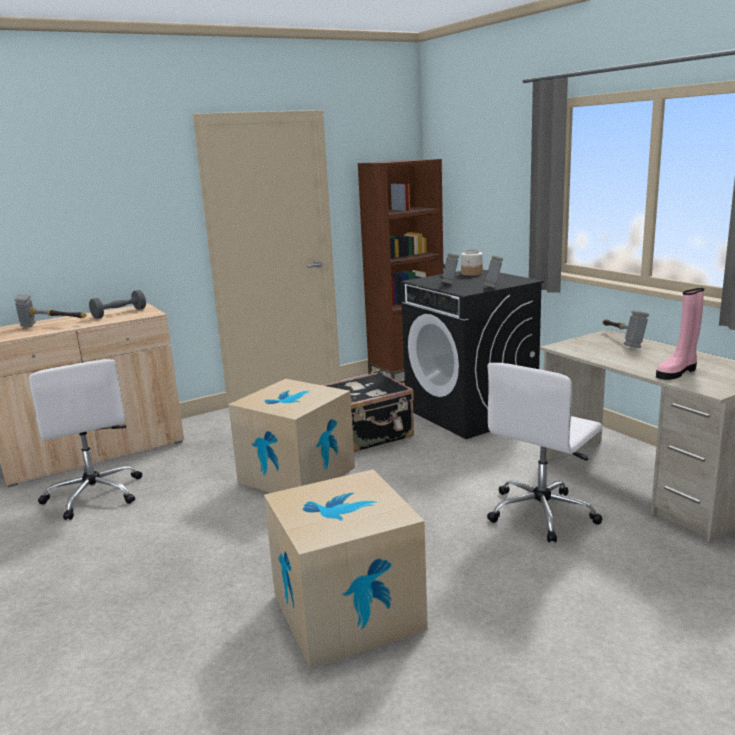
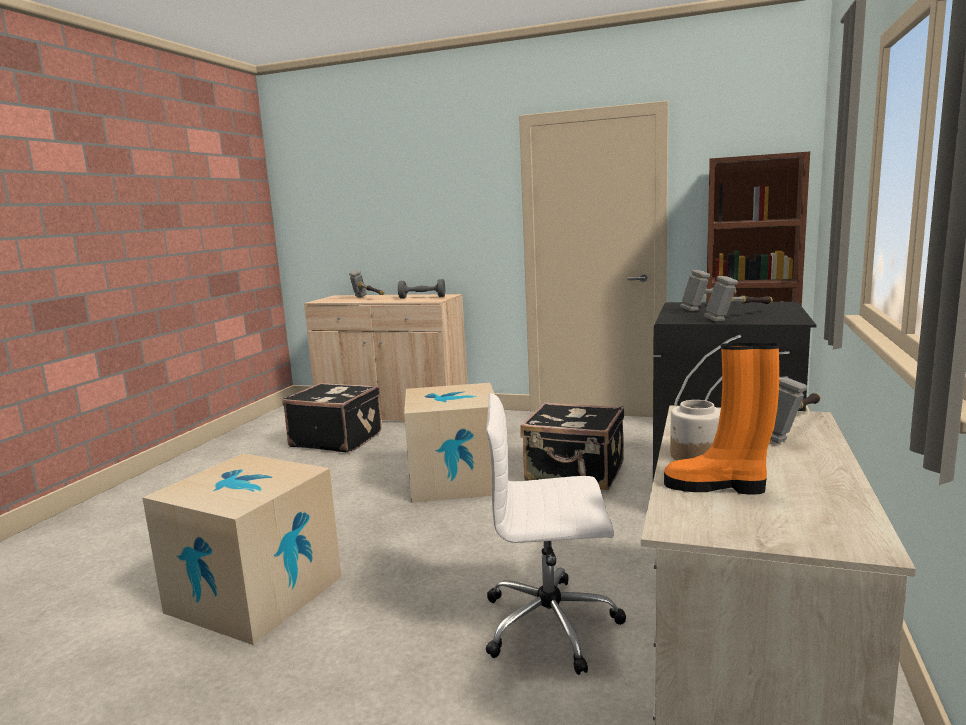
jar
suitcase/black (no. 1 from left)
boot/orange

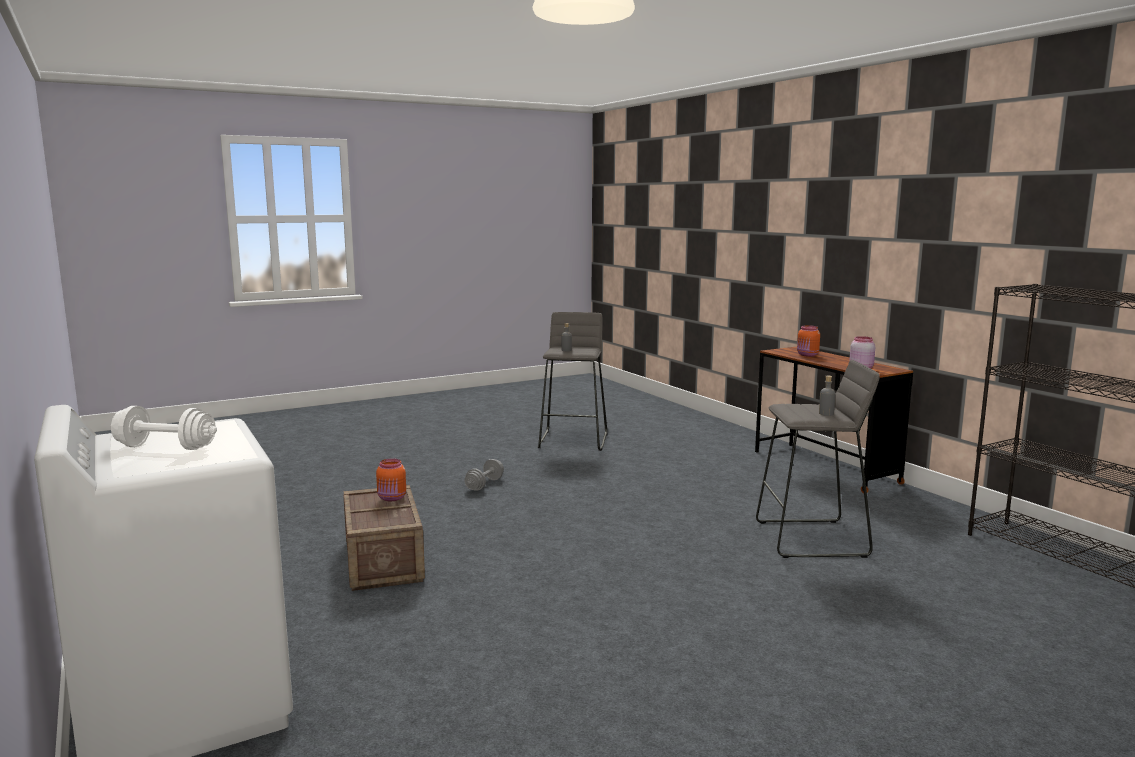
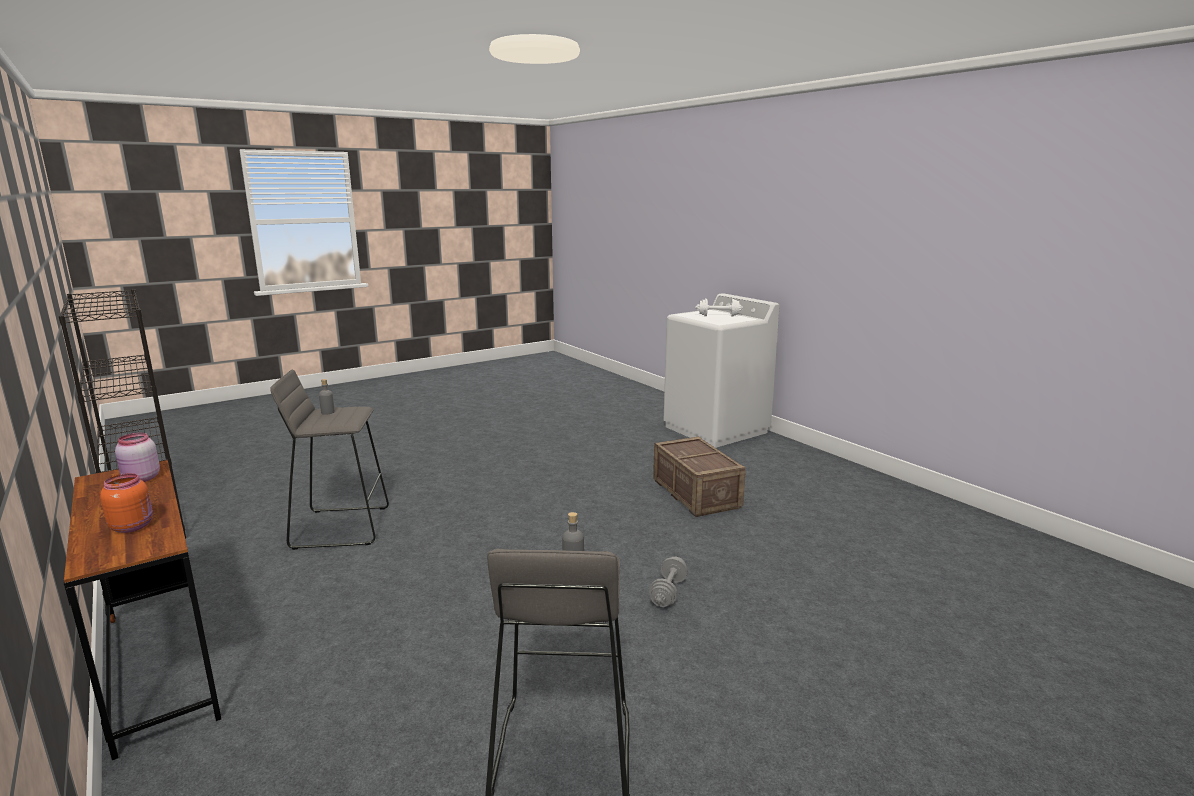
jar/orange (no. 1 from left in the first image)

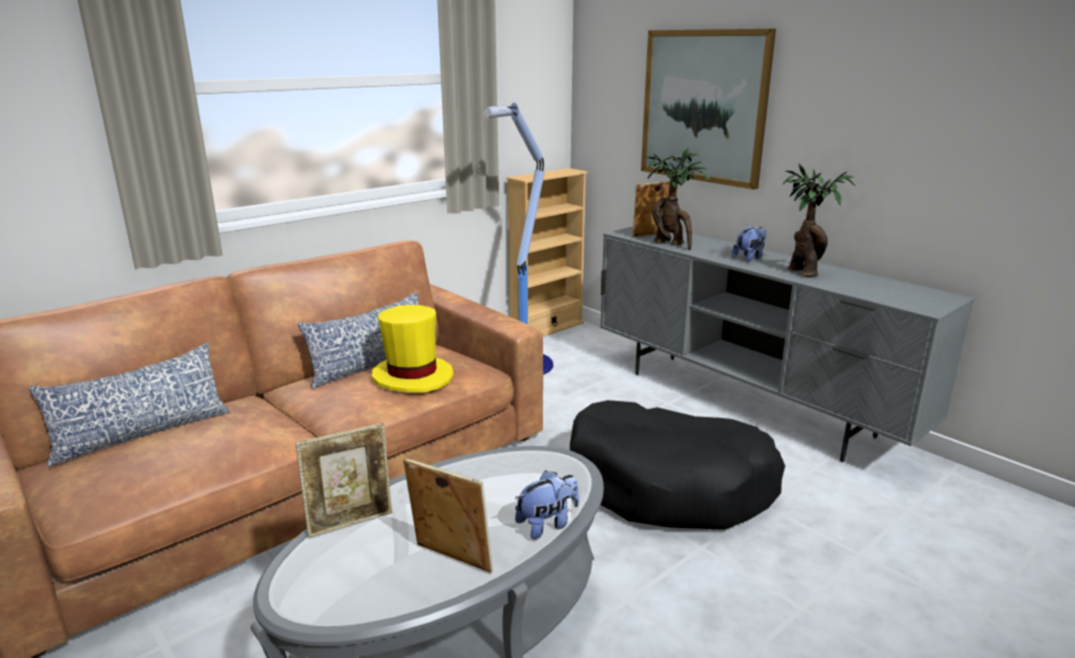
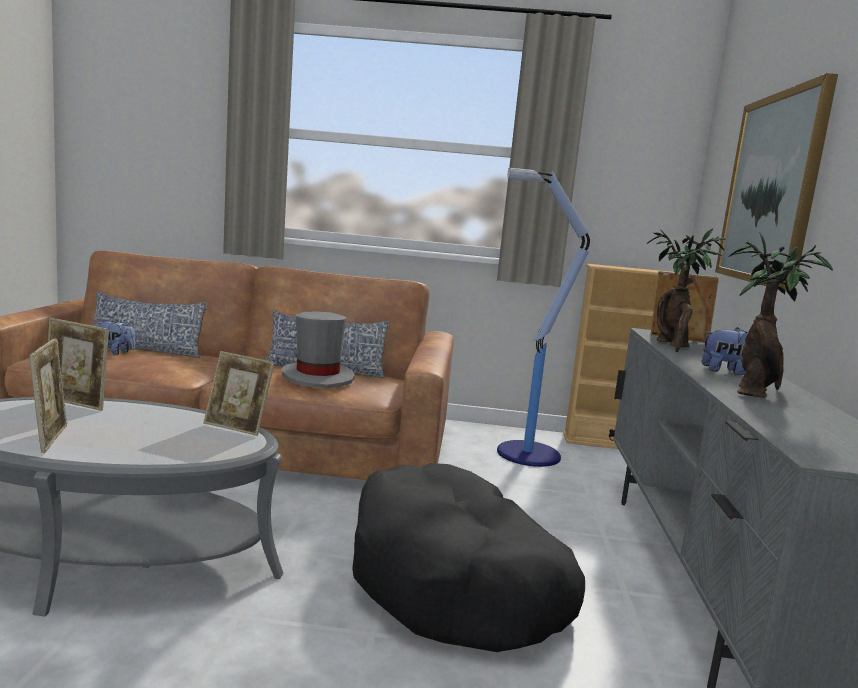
picture frame (no. 3 from left)
plush toy (no. 1 from left)
hat/grey

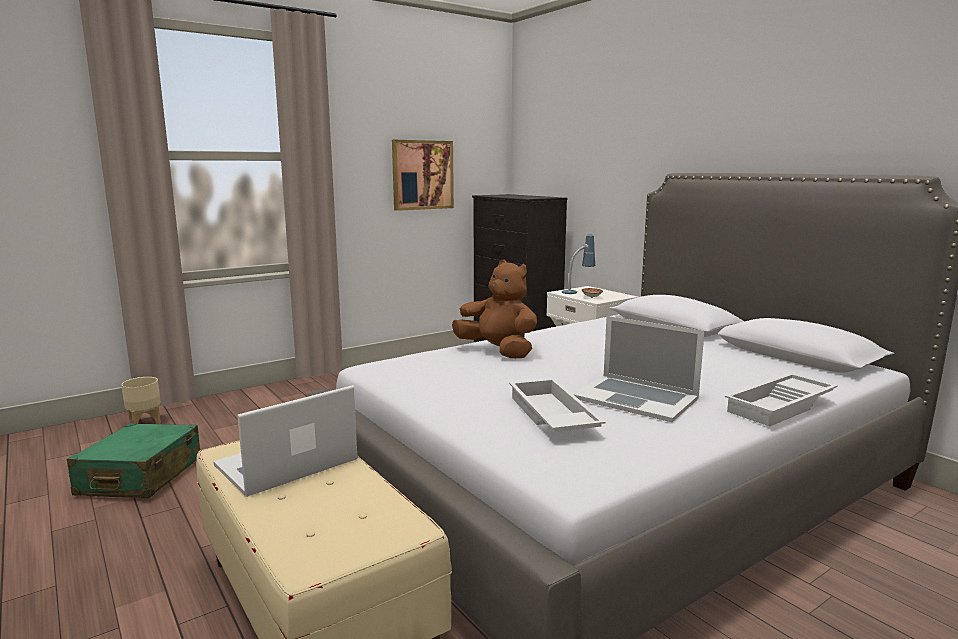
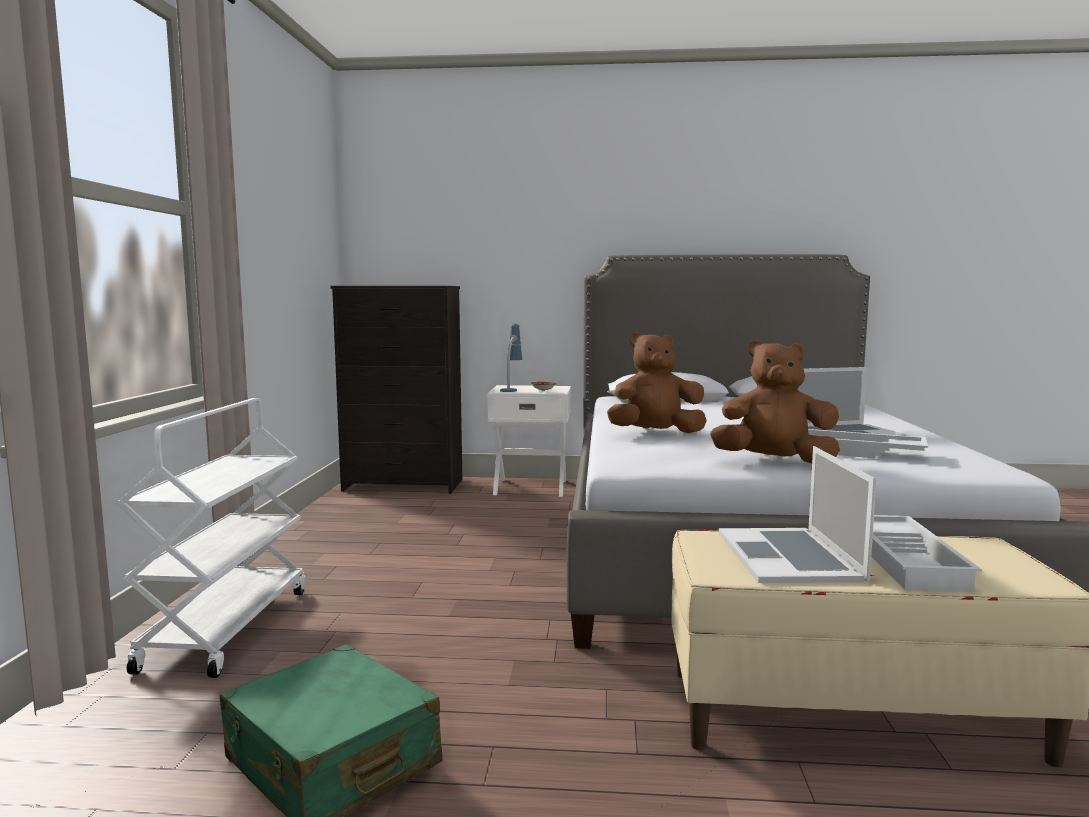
planter/beige
picture
cart/white
plush toy/brown (no. 2 from left)
tray/white (no. 2 from left)

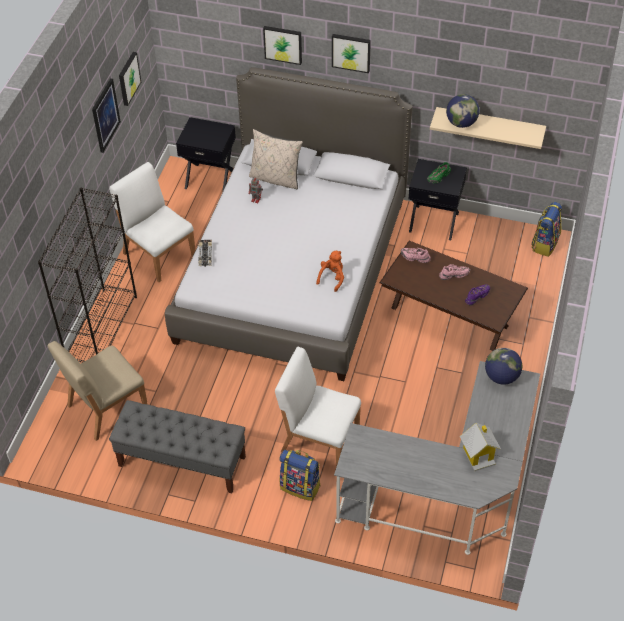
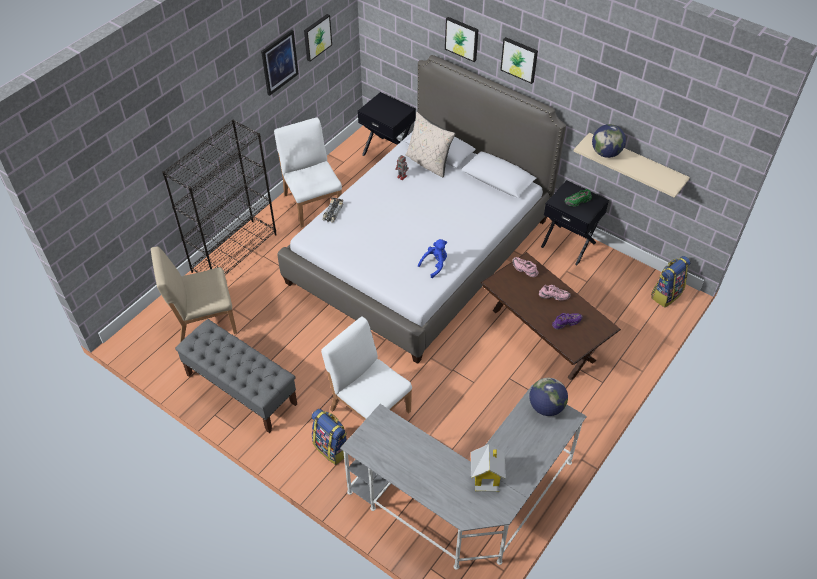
plush toy/blue

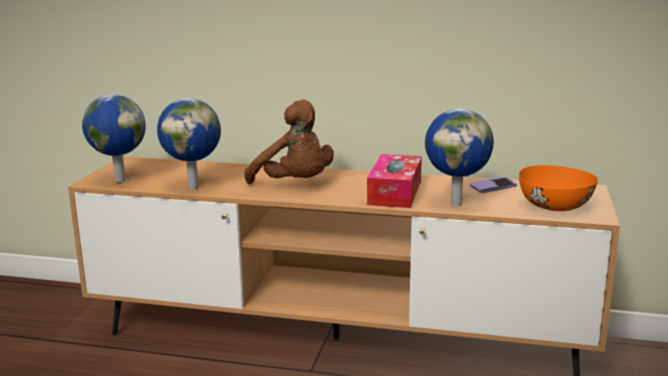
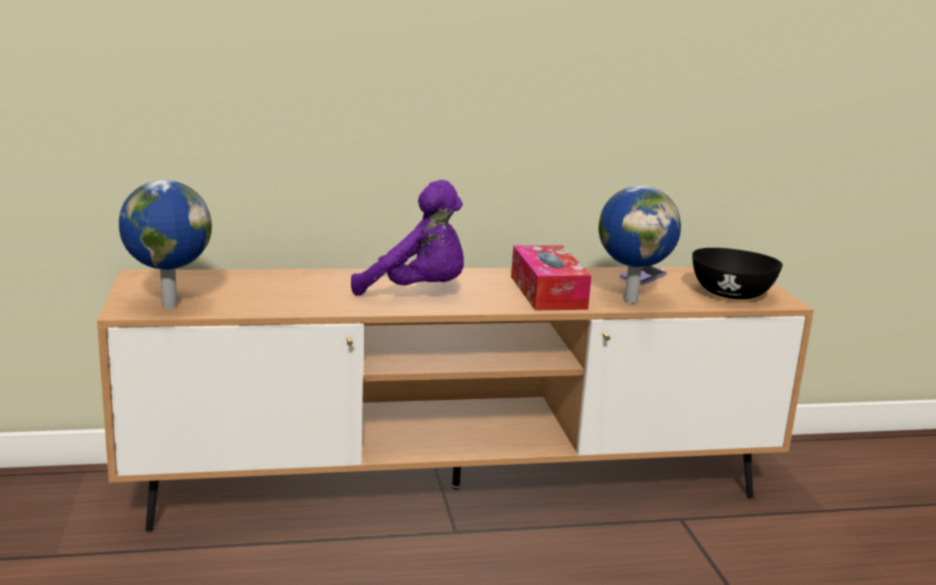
globe (no. 2 from left in the first image)
plush toy/purple
bowl/black

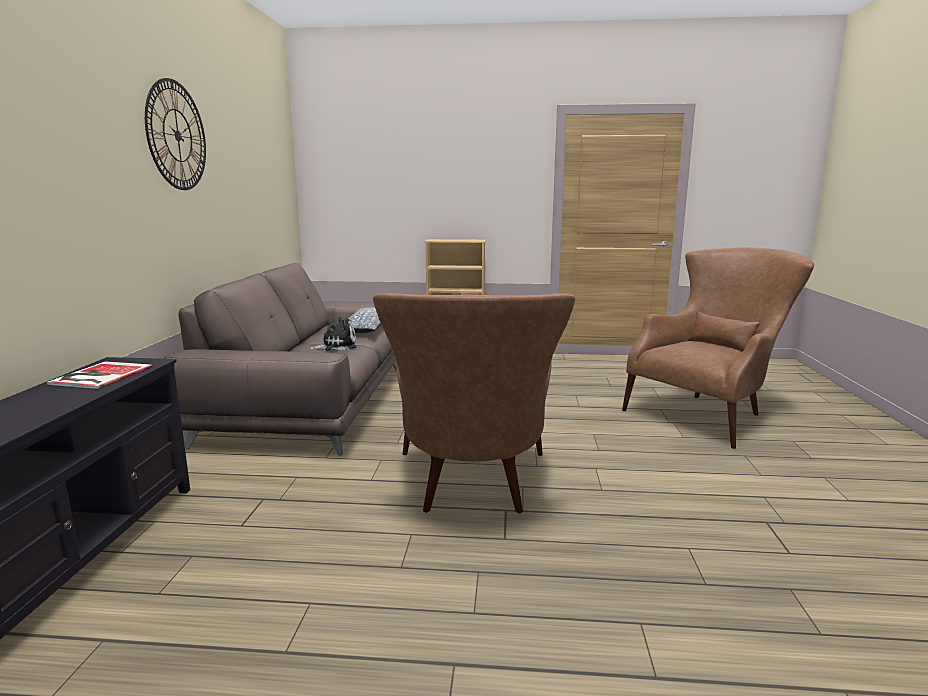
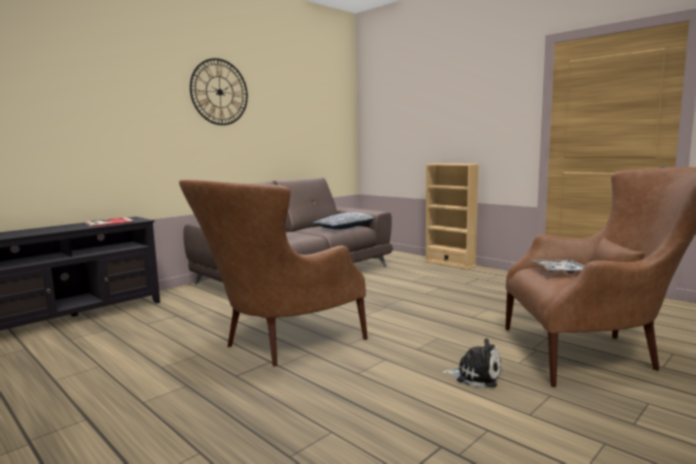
tray
plush toy

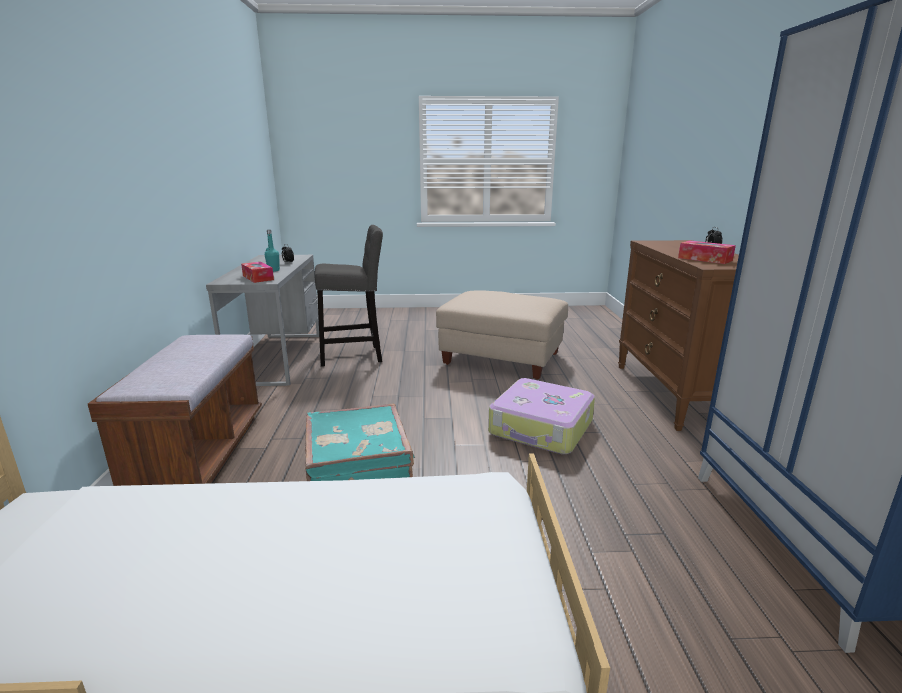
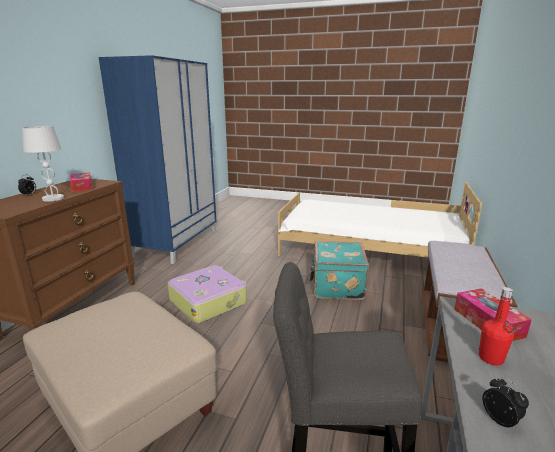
table lamp/white
bottle/red

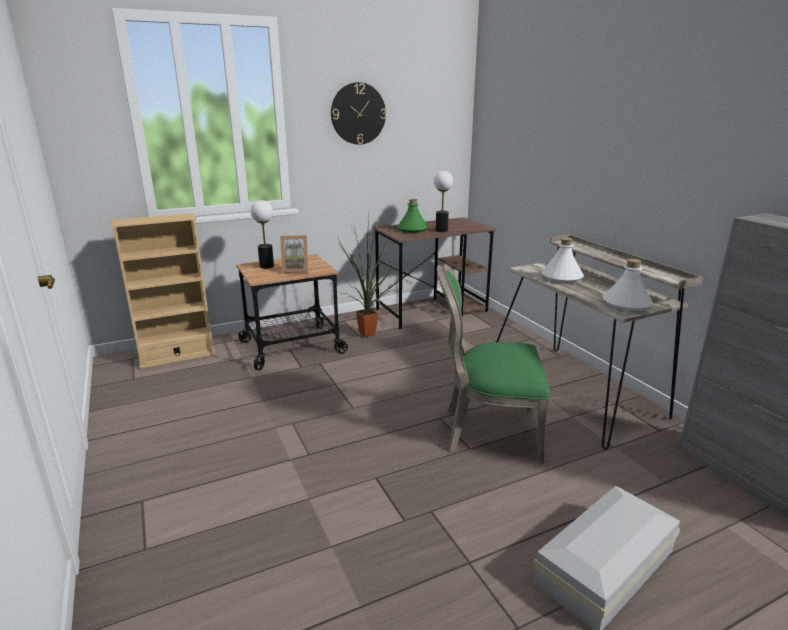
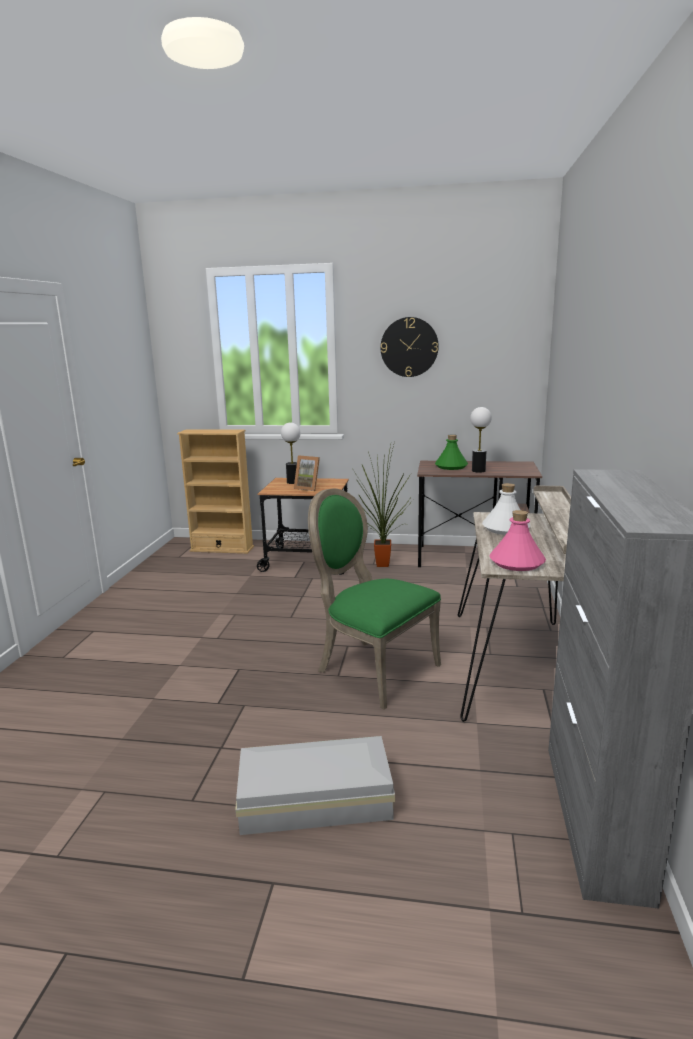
bottle/pink

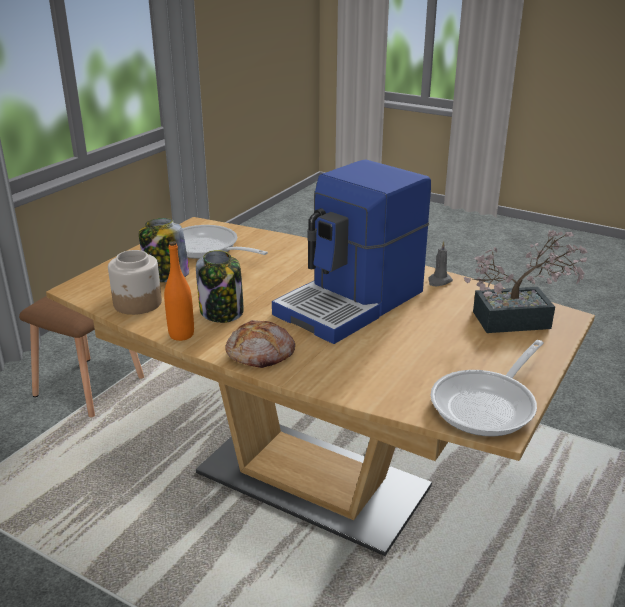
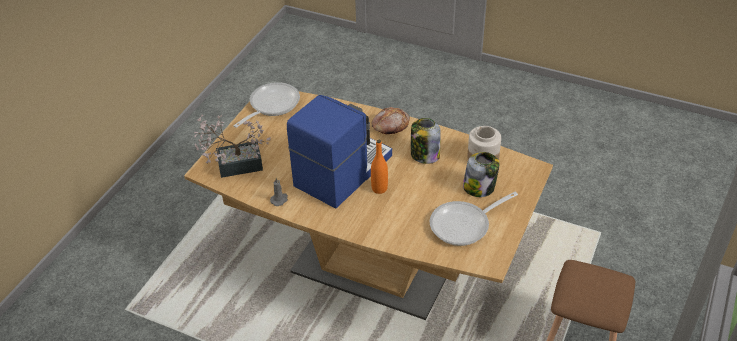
bottle/orange
frying pan (no. 2 from left)

